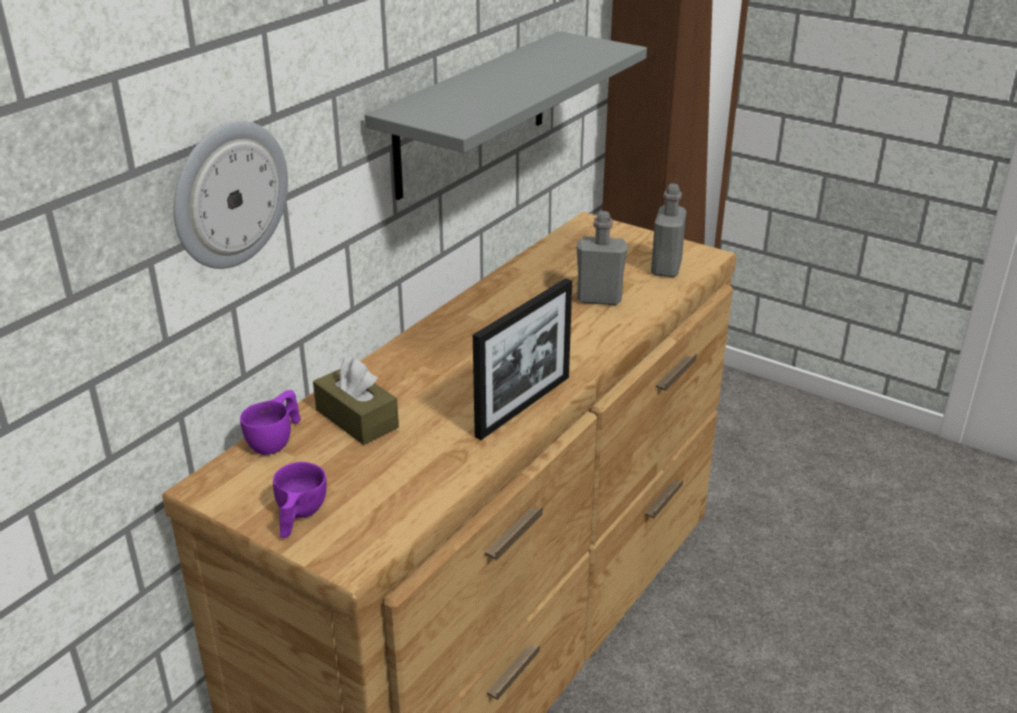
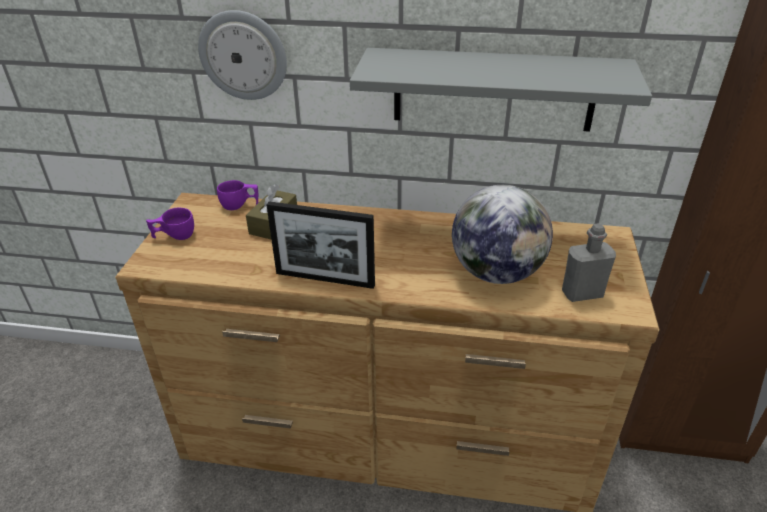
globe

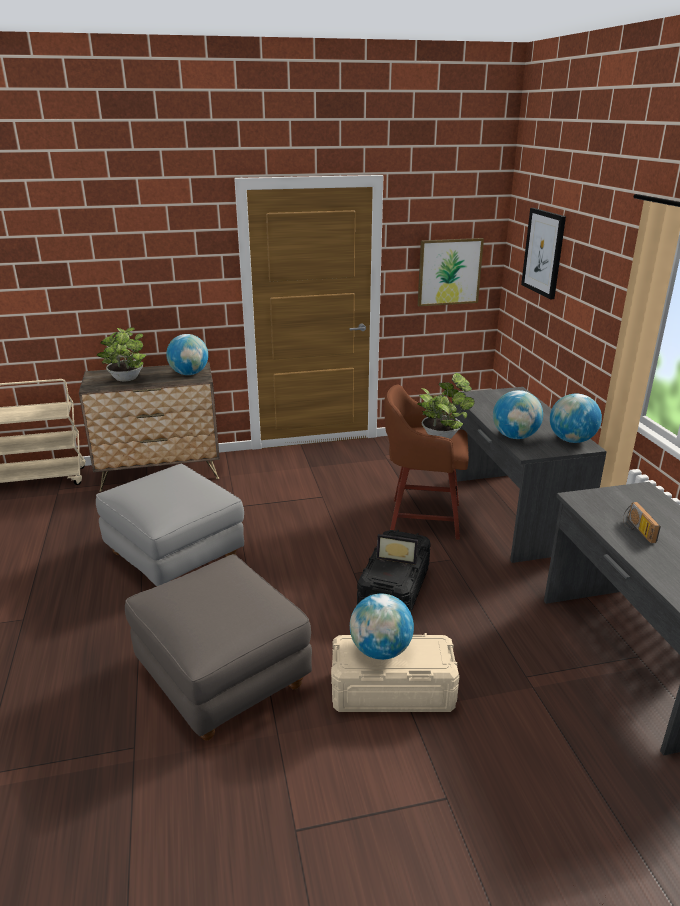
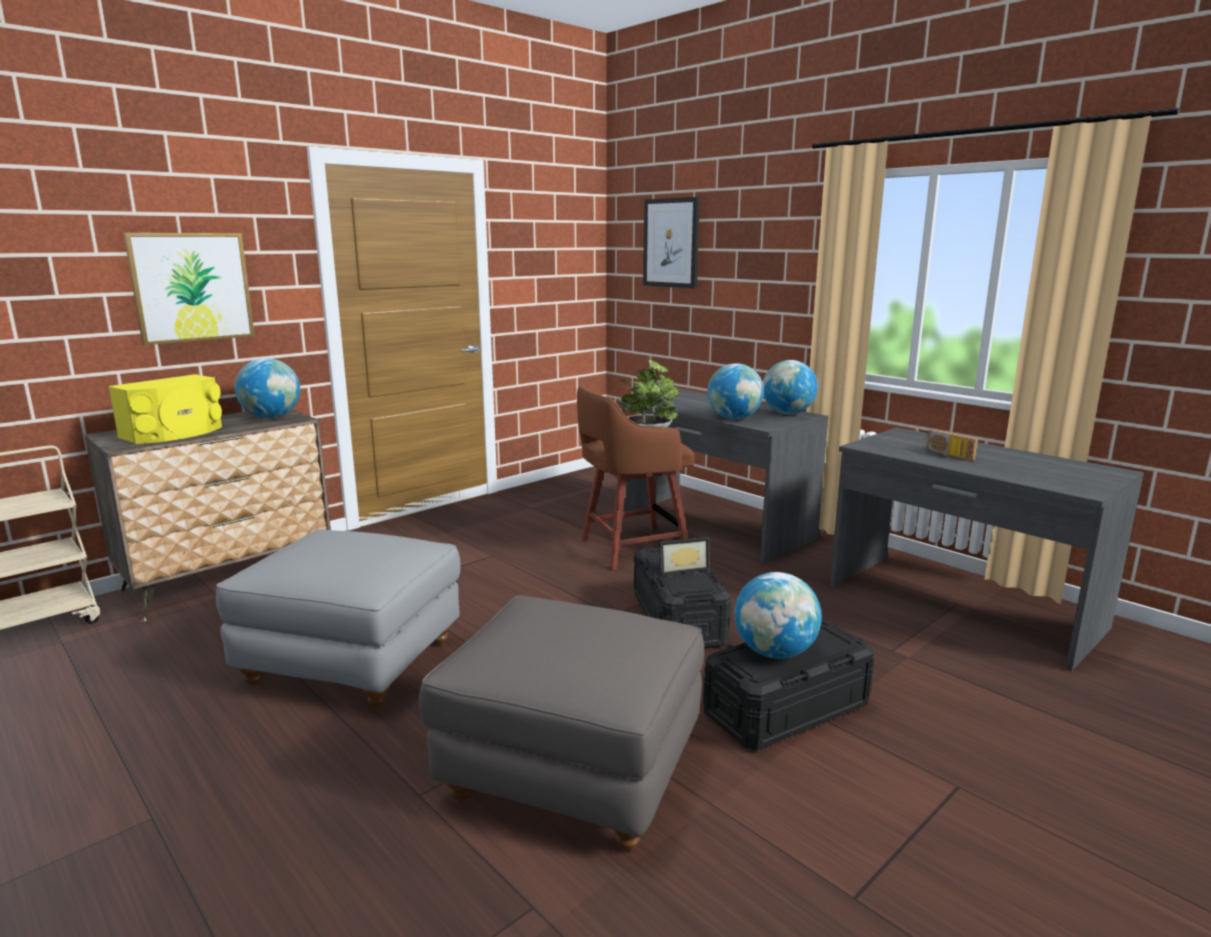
picture (no. 1 from left)
speaker/yellow
storage box/black (no. 2 from left)

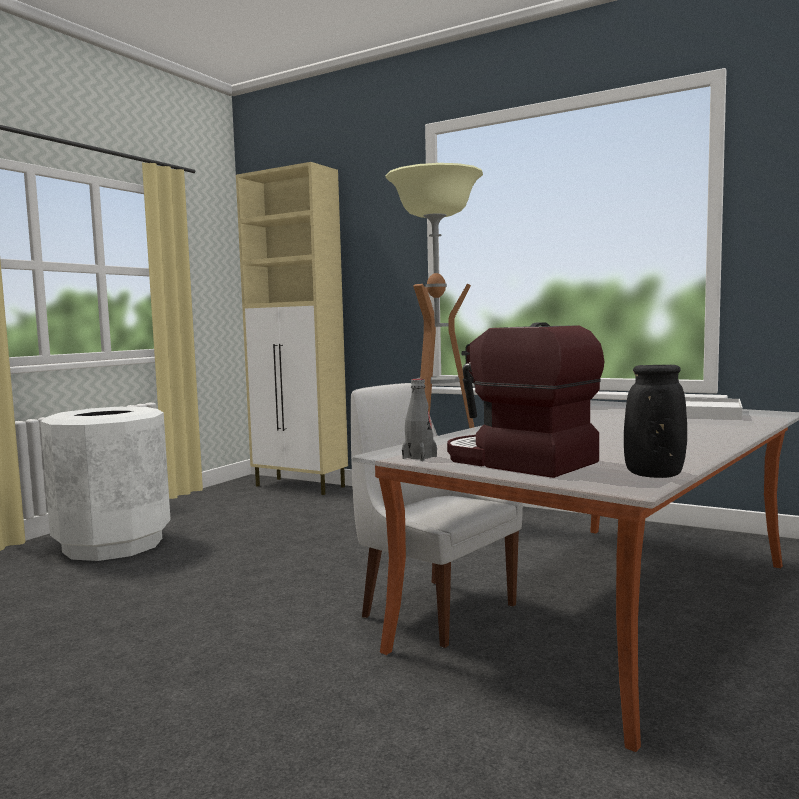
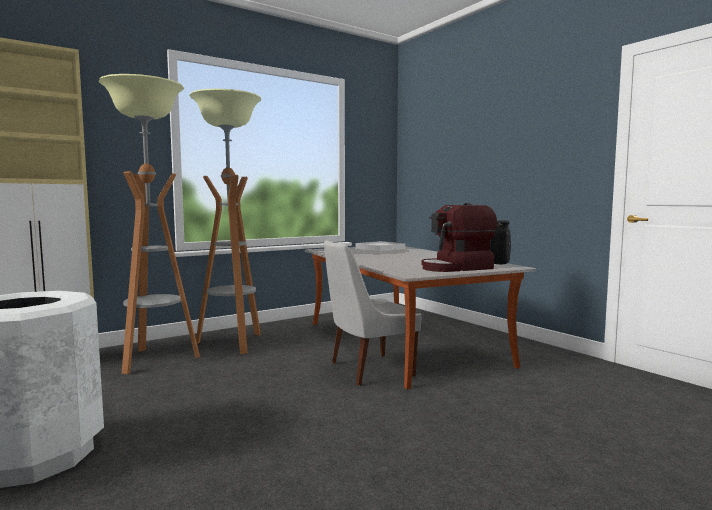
bottle/grey
floor lamp (no. 1 from left)

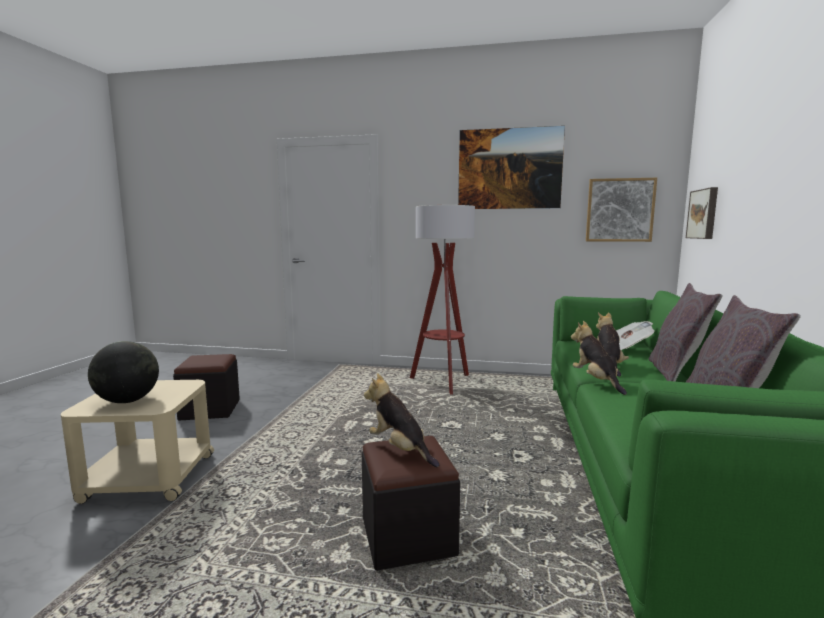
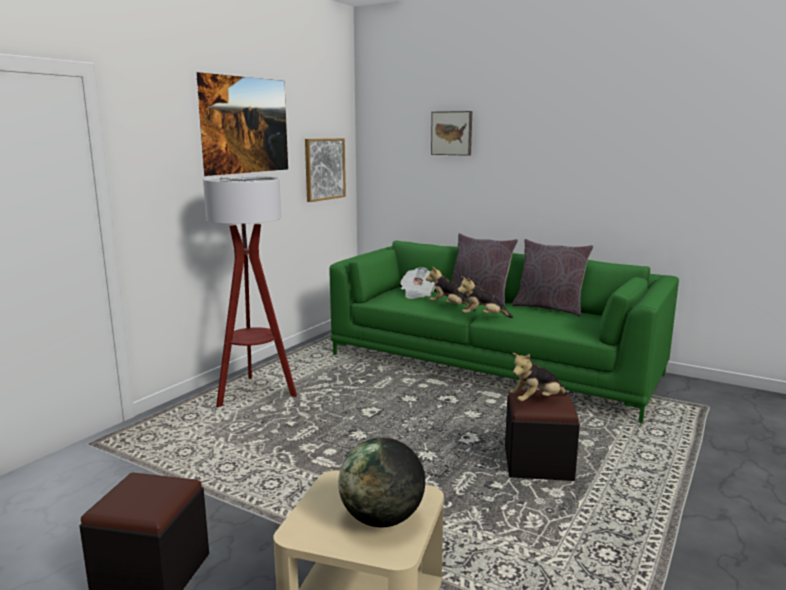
picture (no. 3 from left)

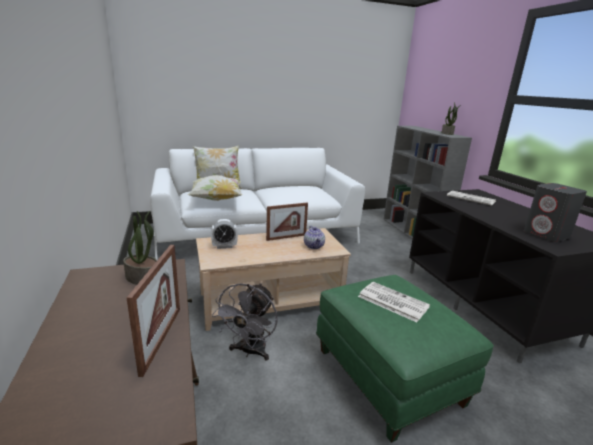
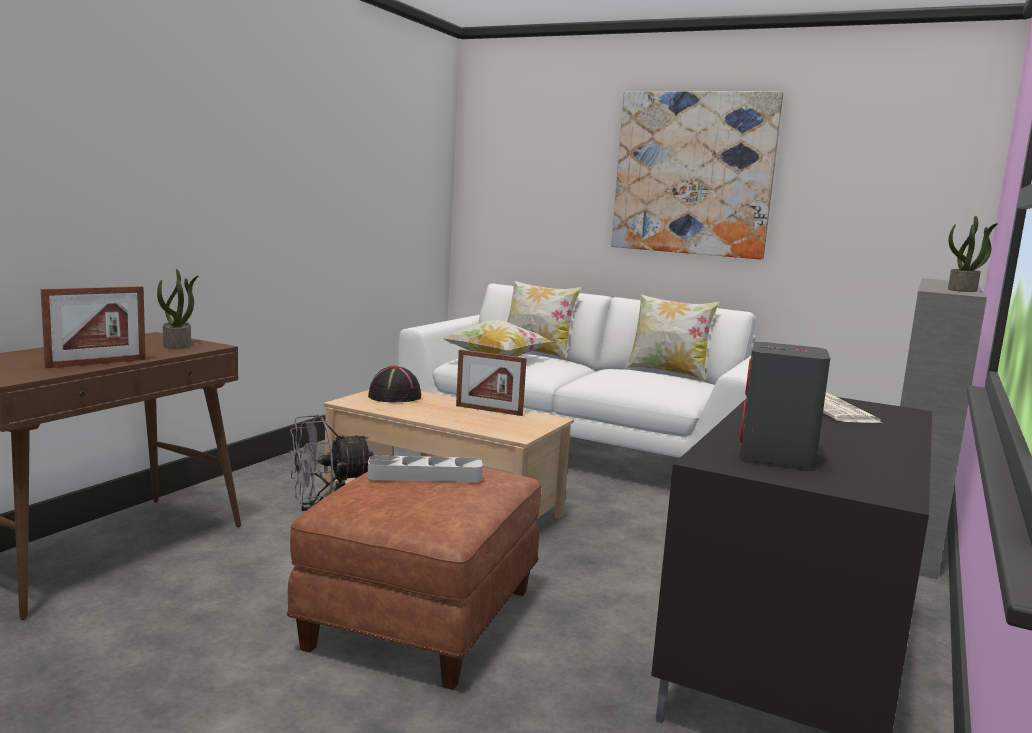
teapot
picture
pillow (no. 3 from left)
hat/black
tray/grey
ottoman/brown

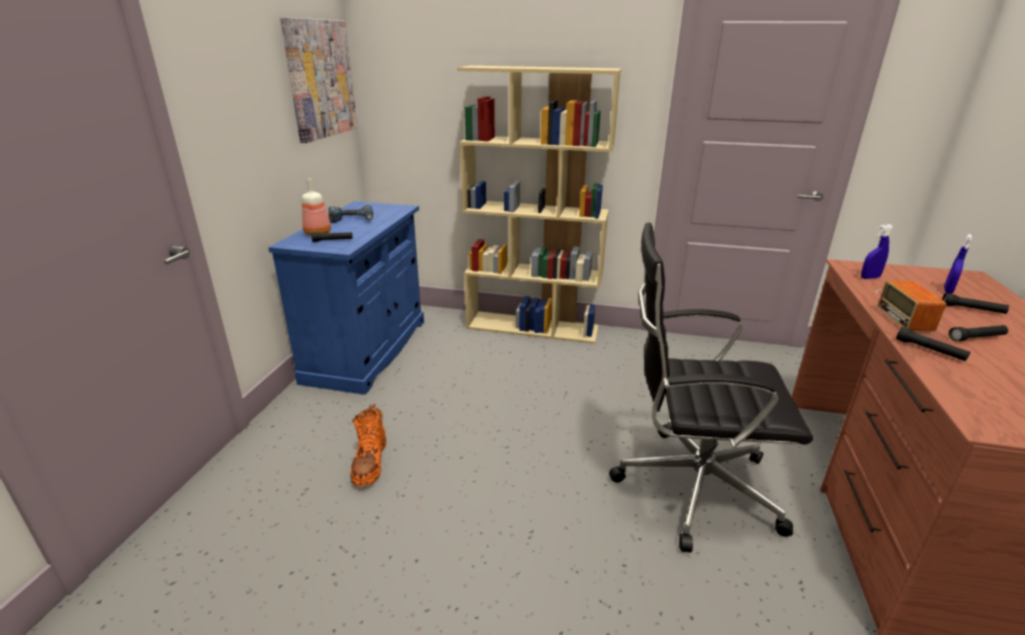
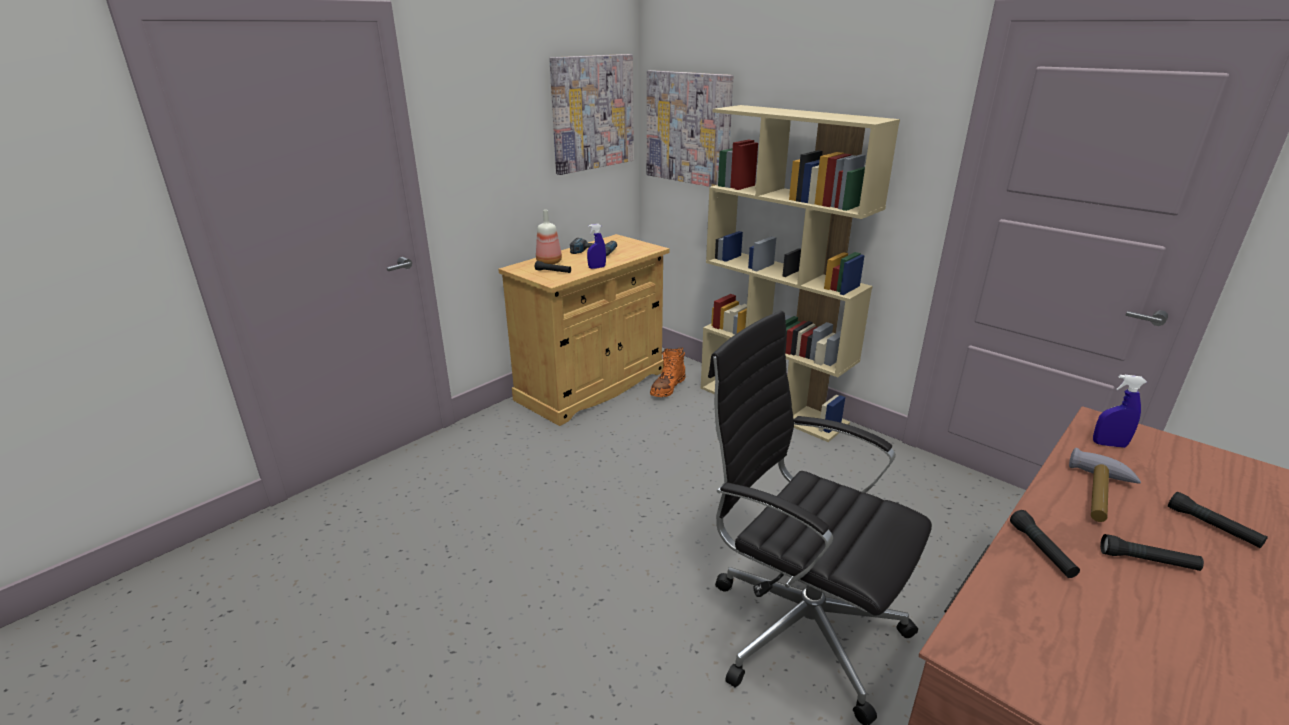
picture (no. 2 from left)
boot/orange
spray bottle/blue (no. 1 from left)
hammer
cabinet/beige

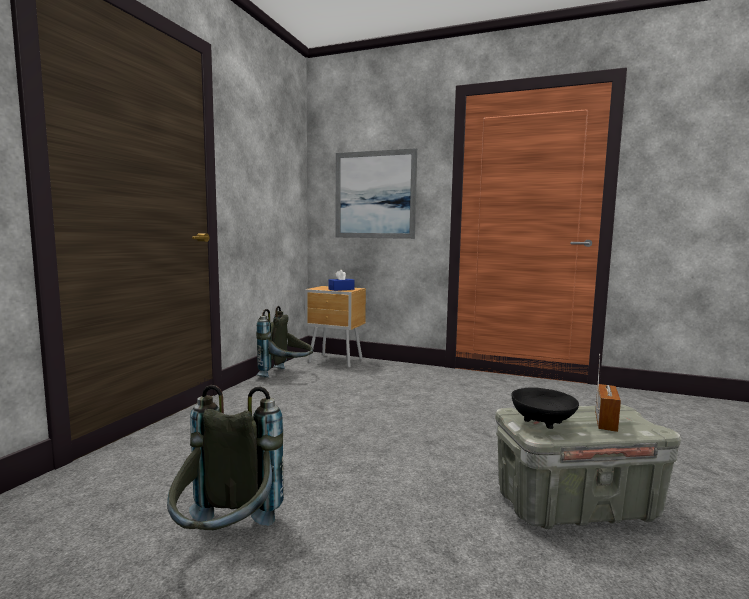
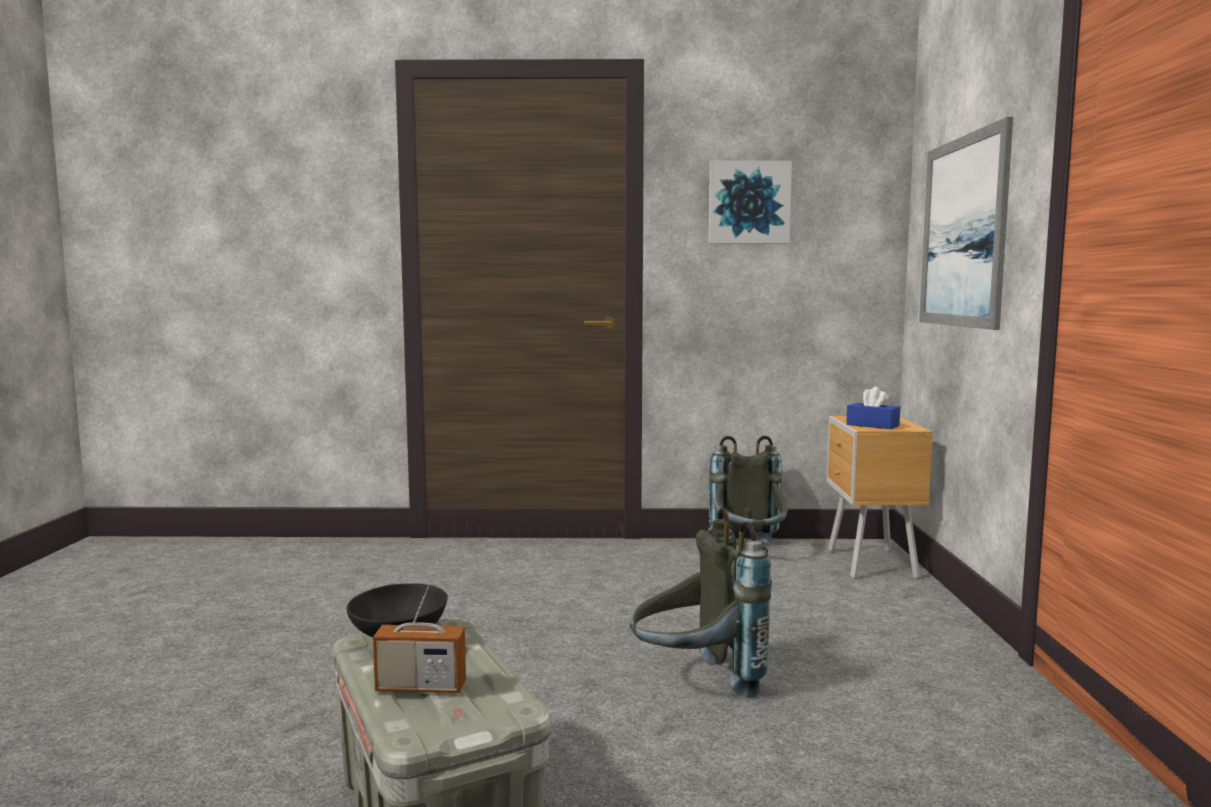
picture (no. 1 from left)
backpack/grey (no. 1 from left)

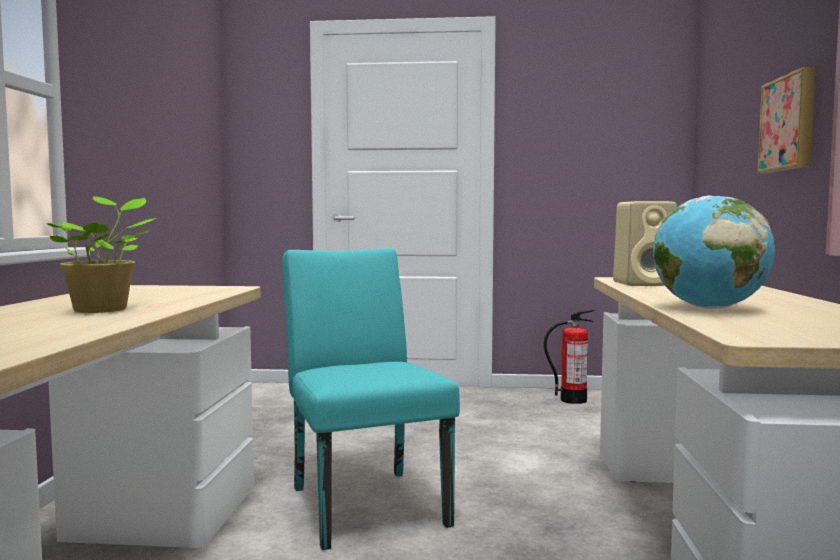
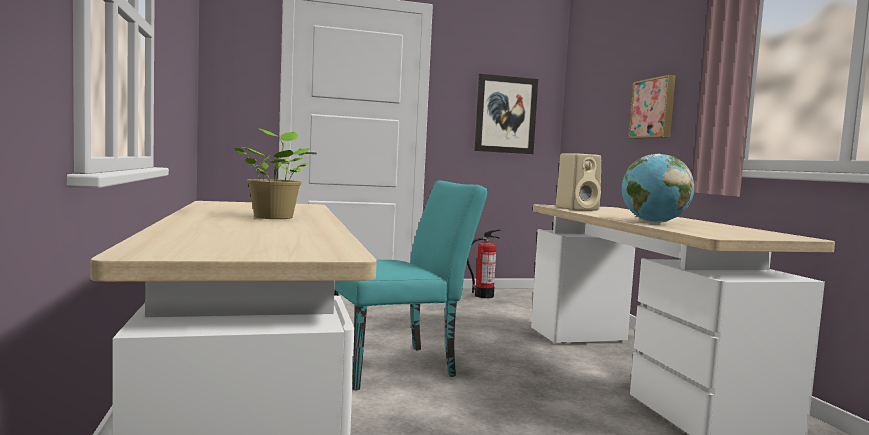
picture (no. 1 from left)
chair/turquoise

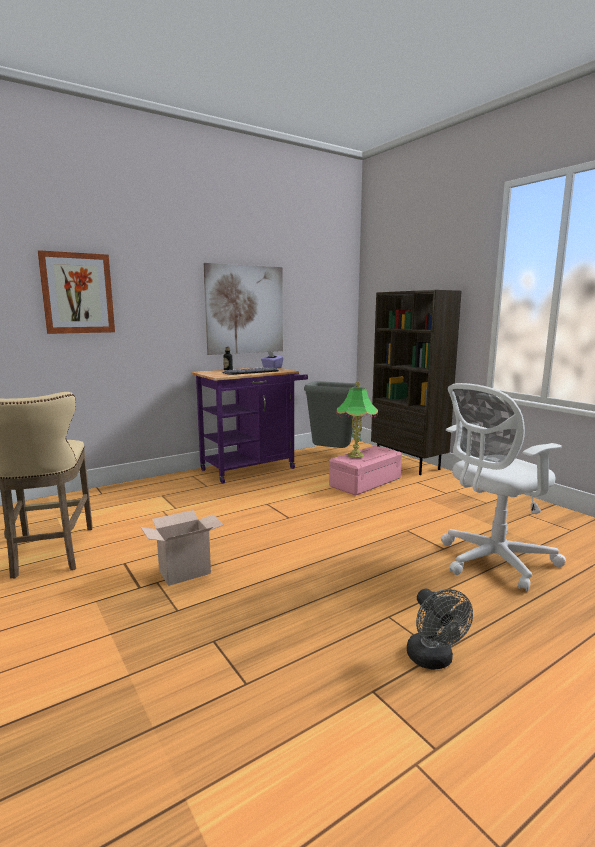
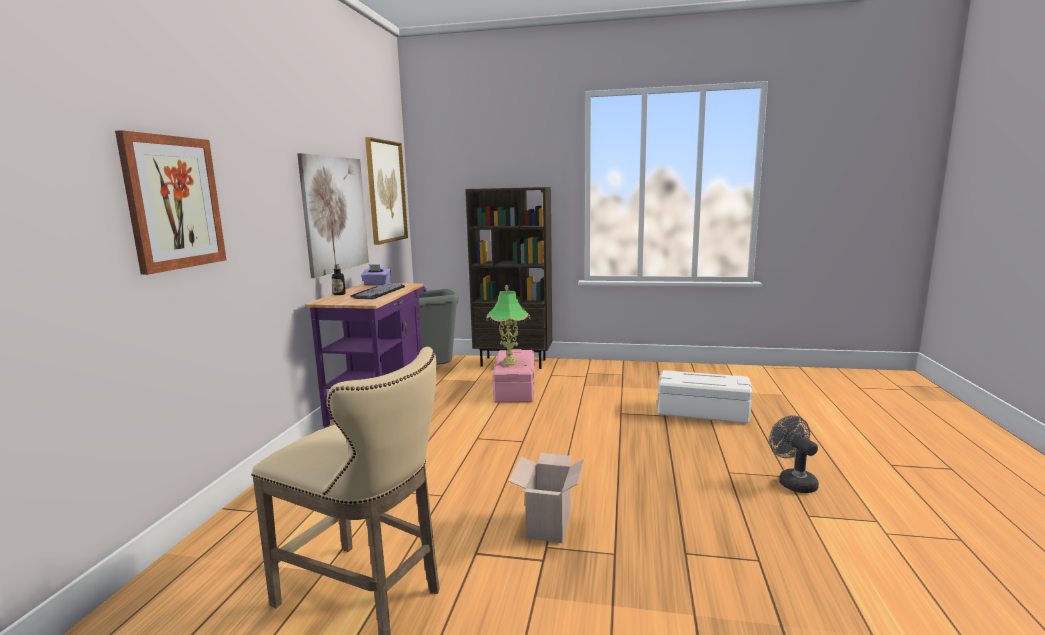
picture (no. 3 from left)
storage box/white
fan/grey

